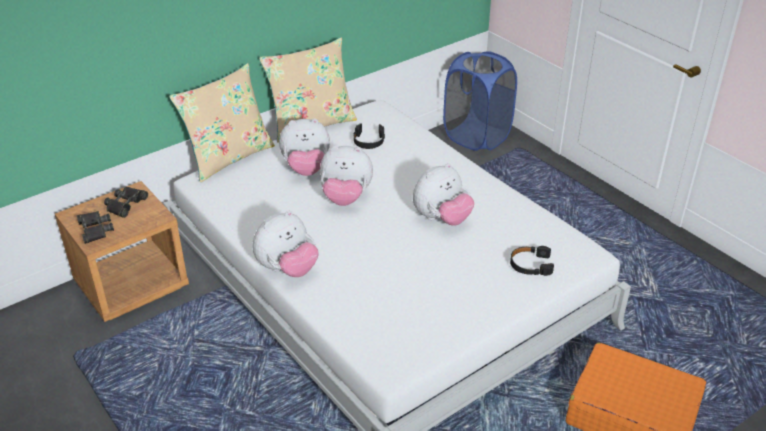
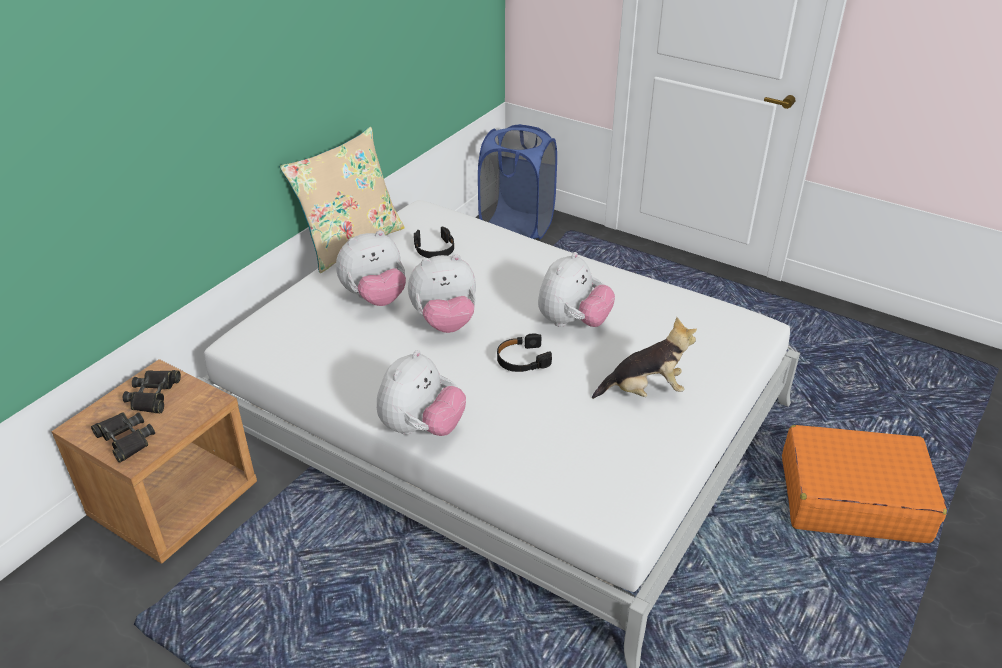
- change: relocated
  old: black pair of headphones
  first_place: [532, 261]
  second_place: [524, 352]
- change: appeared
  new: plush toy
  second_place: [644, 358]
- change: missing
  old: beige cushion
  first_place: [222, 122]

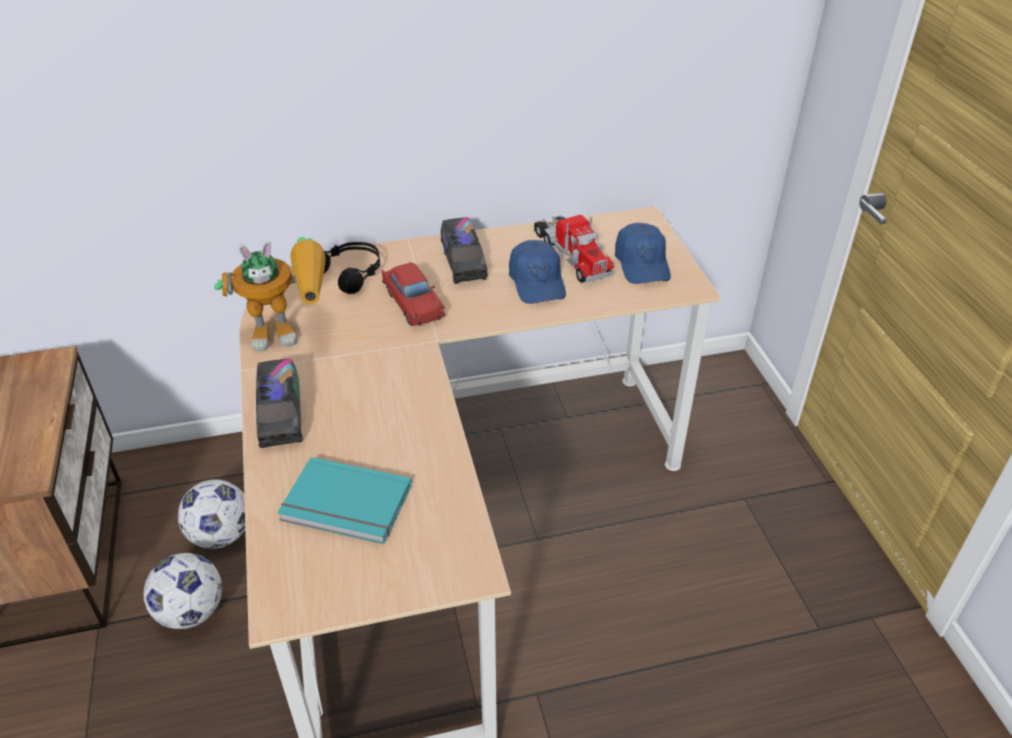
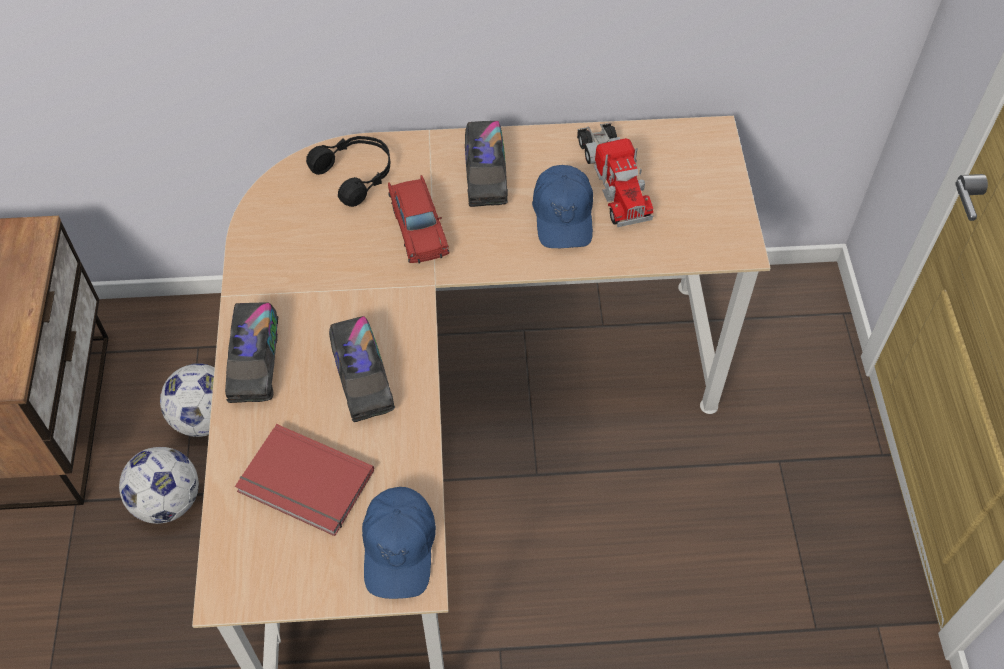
- change: colour
  old: turquoise bound book
  new: red bound book
  first_place: [344, 500]
  second_place: [304, 480]
- change: appeared
  new: toy truck
  second_place: [362, 369]
- change: relocated
  old: blue peaked cap
  first_place: [643, 253]
  second_place: [399, 543]
- change: missing
  old: robot figure
  first_place: [270, 294]

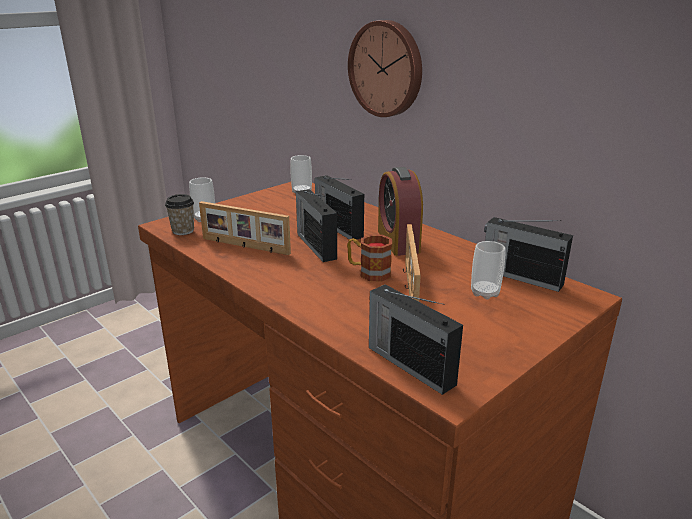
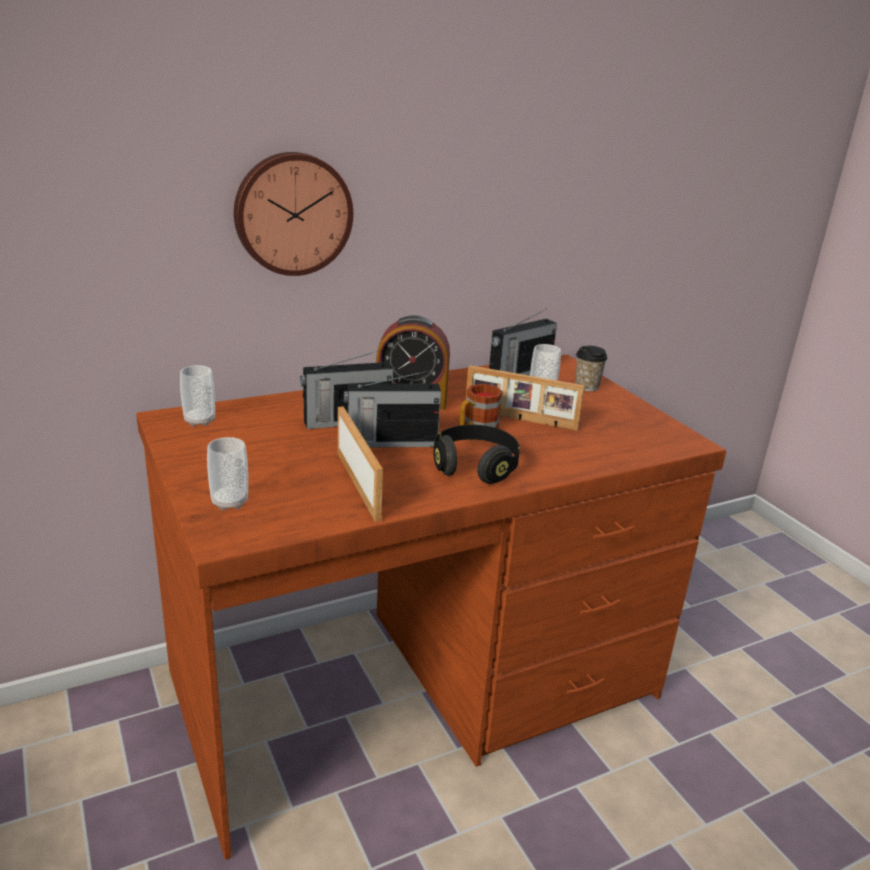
- change: spun
  old: picture frame
  first_place: [245, 228]
  second_place: [360, 464]
  degrees: -60
- change: appeared
  new: black pair of headphones
  second_place: [476, 454]
- change: relocated
  old: small cup
  first_place: [179, 214]
  second_place: [591, 368]
- change: missing
  old: radio
  first_place: [416, 340]

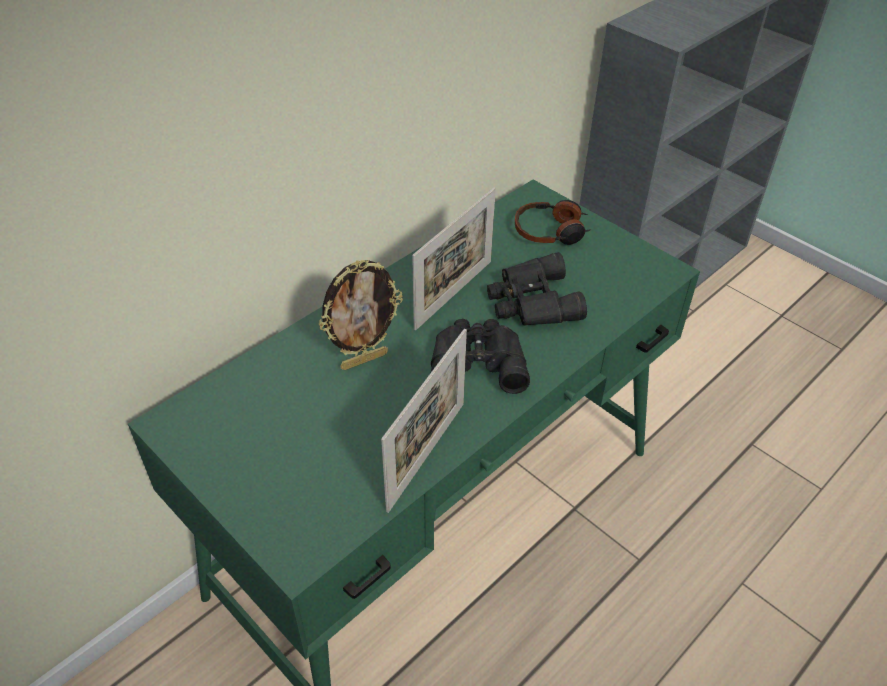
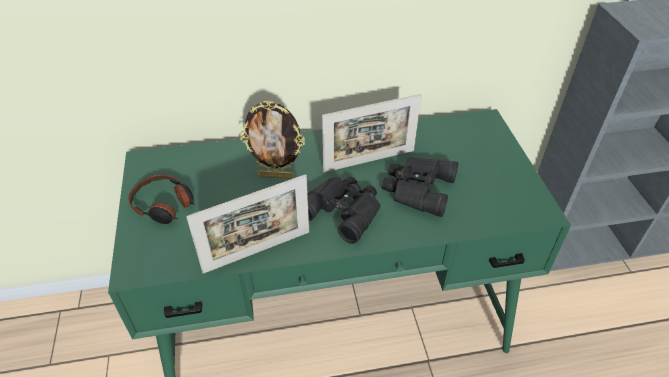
- change: relocated
  old: pair of headphones
  first_place: [553, 222]
  second_place: [161, 199]

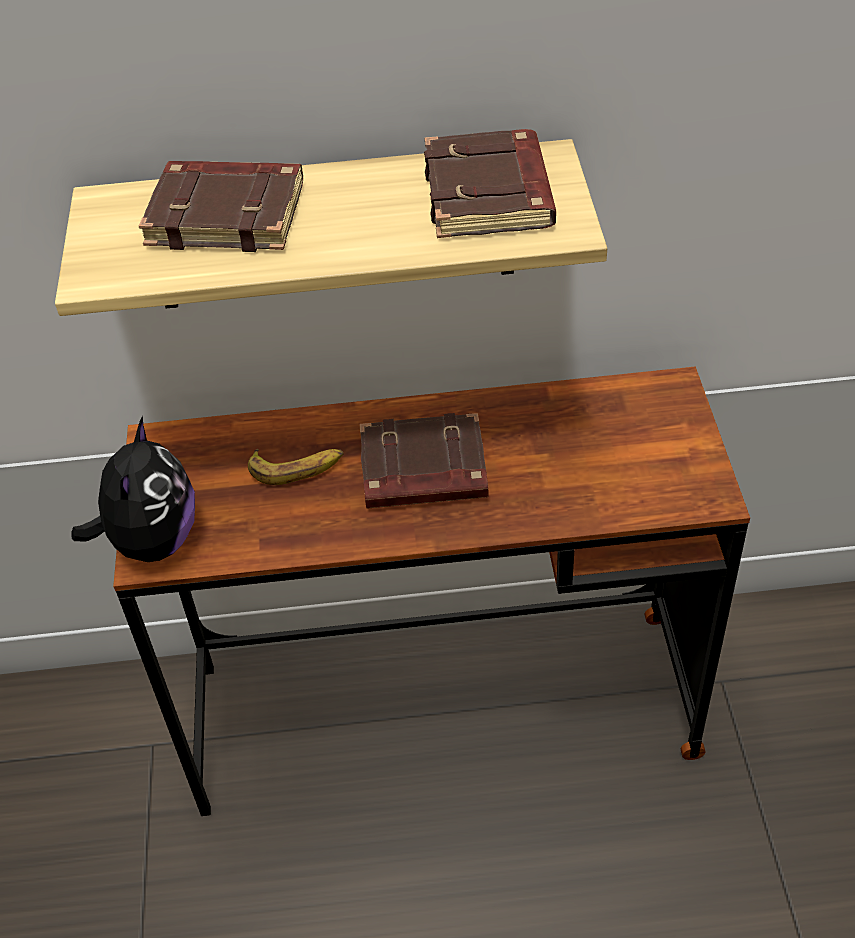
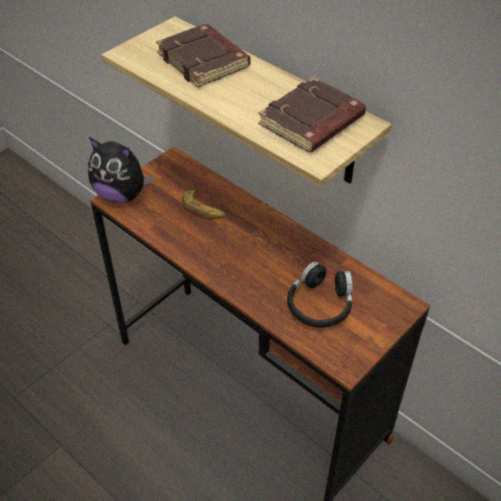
- change: spun
  old: plush toy
  first_place: [133, 489]
  second_place: [121, 170]
  degrees: 60
- change: appeared
  new: black pair of headphones
  second_place: [319, 295]
- change: missing
  old: brownish bound book
  first_place: [424, 460]

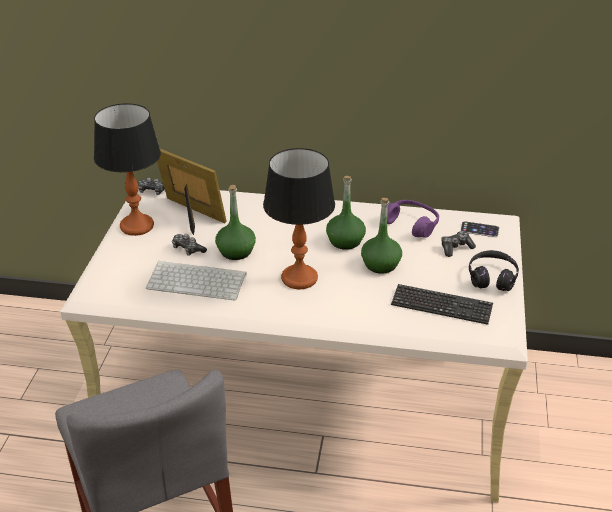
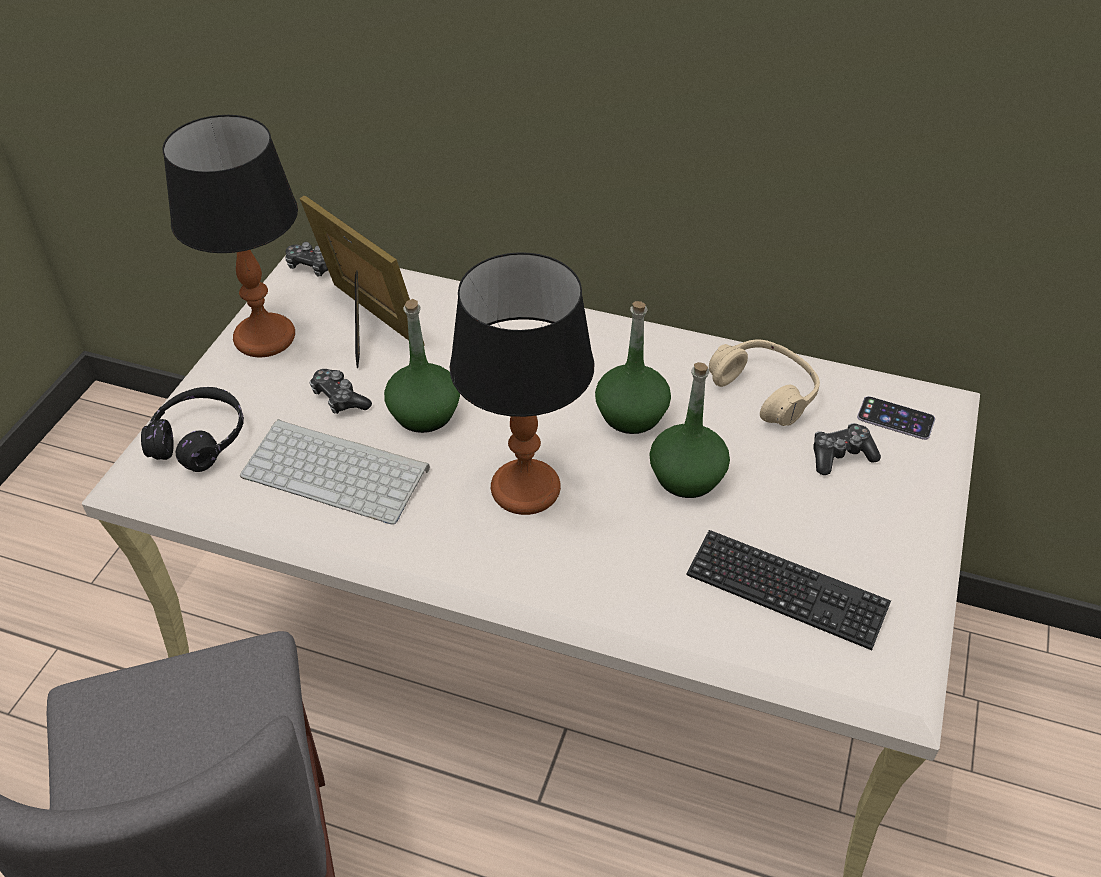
- change: relocated
  old: black pair of headphones
  first_place: [494, 270]
  second_place: [192, 429]
- change: colour
  old: purple pair of headphones
  new: beige pair of headphones
  first_place: [413, 219]
  second_place: [764, 382]

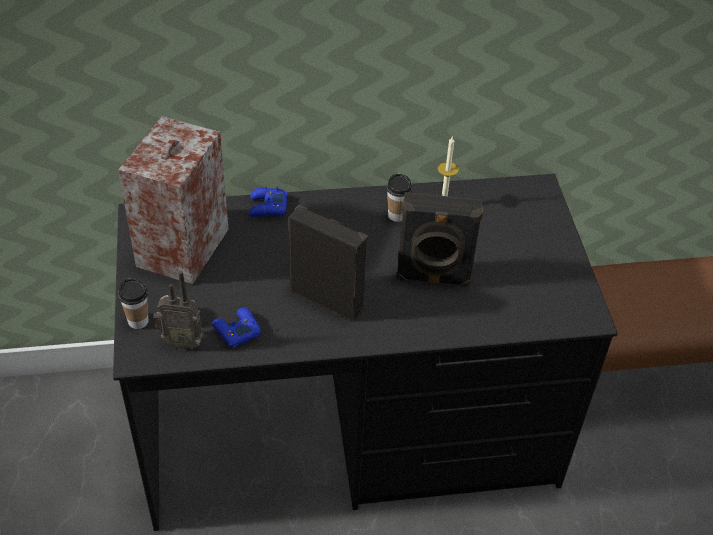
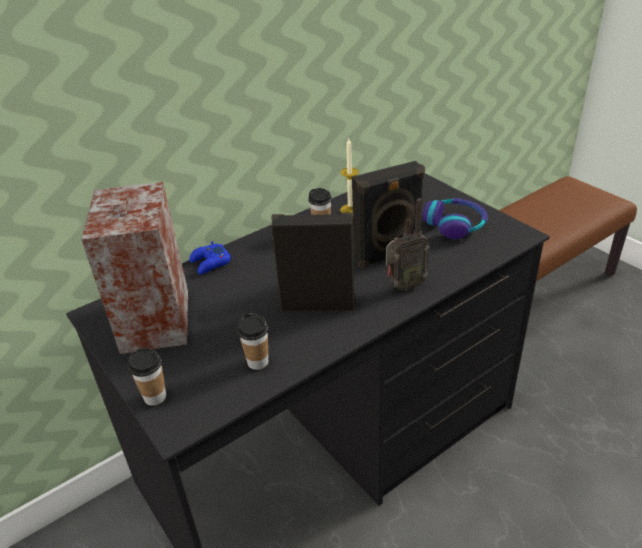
- change: exchanged
  old: blue gamepad
  new: small cup
  first_place: [236, 327]
  second_place: [253, 341]
- change: relocated
  old: radio
  first_place: [178, 310]
  second_place: [407, 244]
- change: appeared
  new: pair of headphones
  second_place: [455, 218]

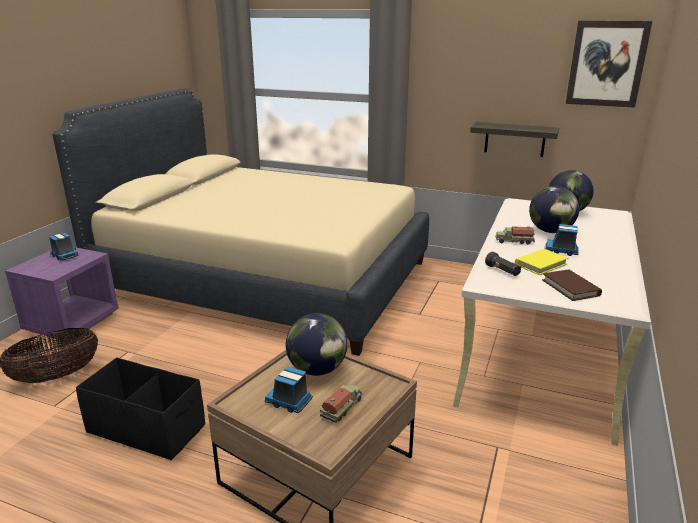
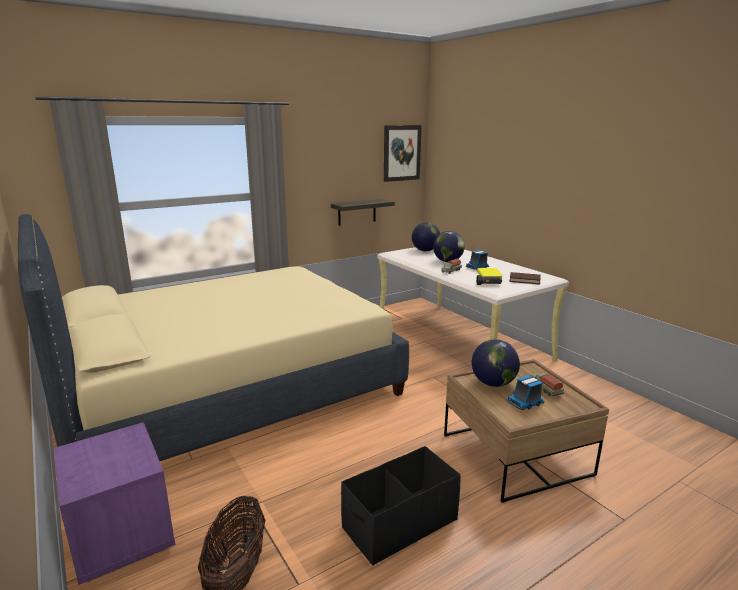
- change: missing
  old: toy truck
  first_place: [64, 247]

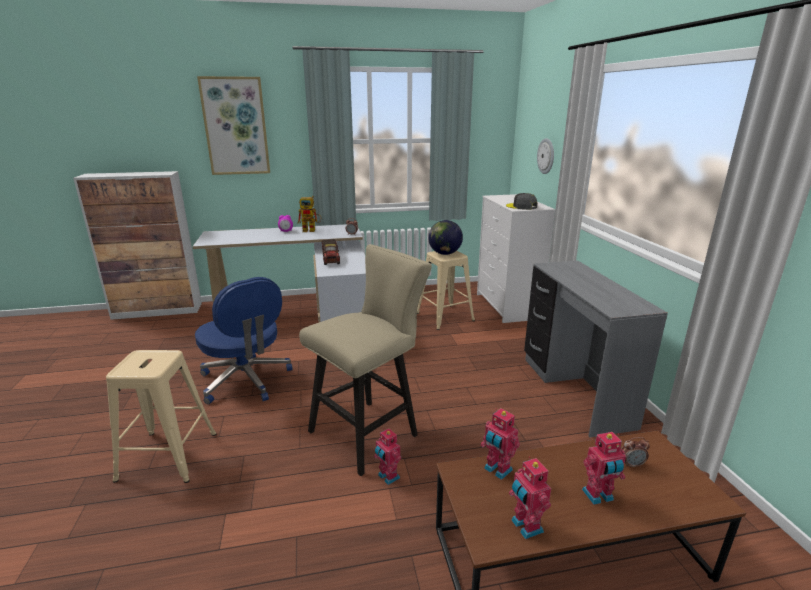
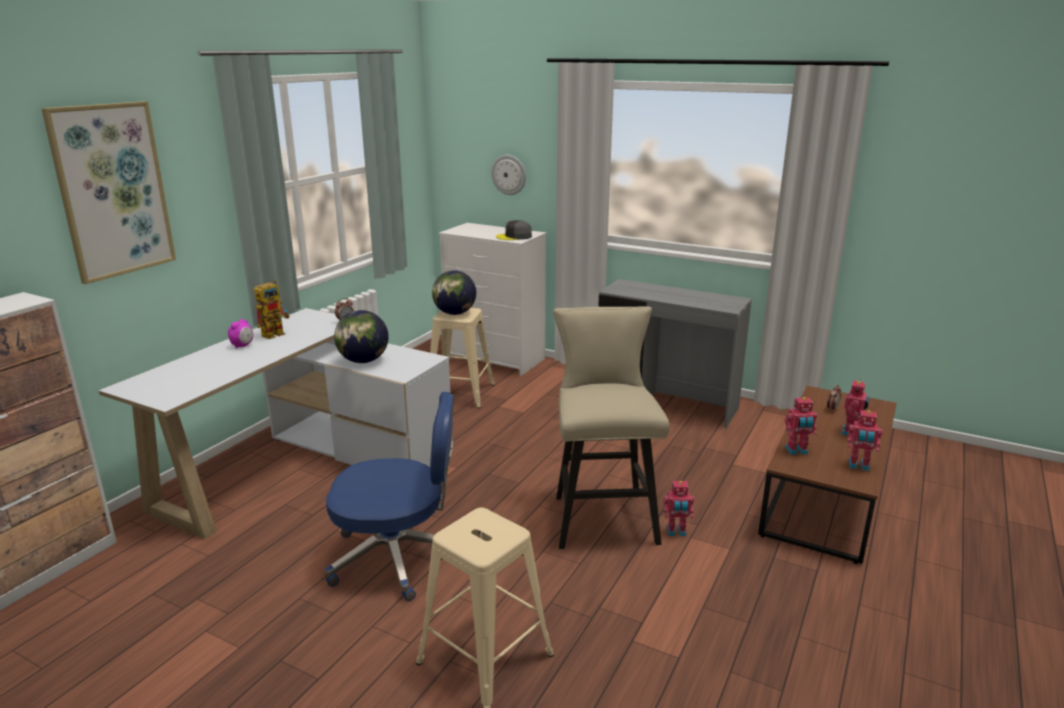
- change: exchanged
  old: toy truck
  new: desk globe
  first_place: [331, 252]
  second_place: [361, 336]

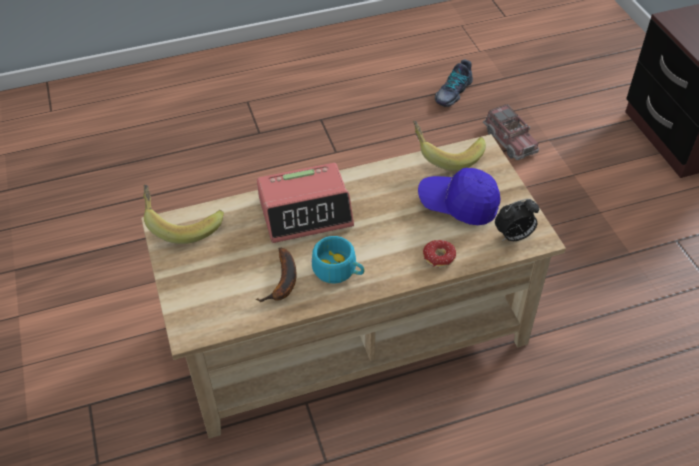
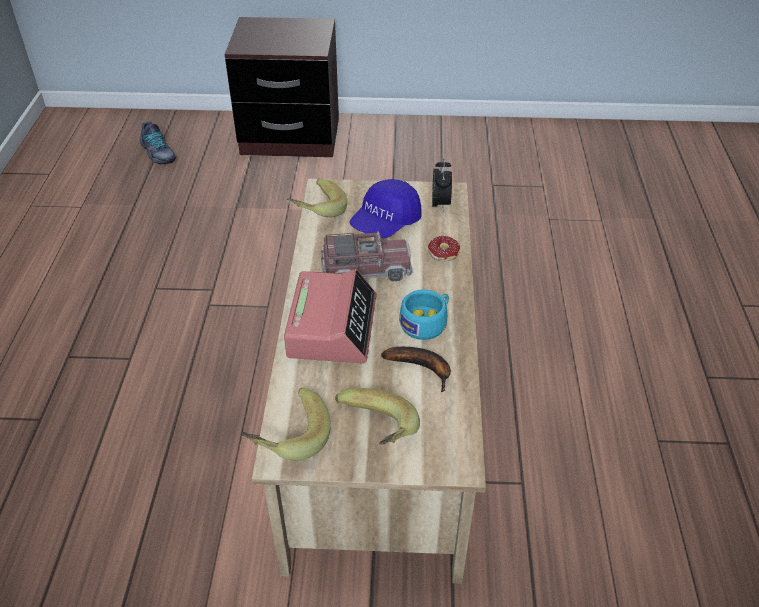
- change: relocated
  old: shoe
  first_place: [454, 83]
  second_place: [158, 143]
- change: relocated
  old: toy truck
  first_place: [511, 132]
  second_place: [366, 256]
- change: appeared
  new: banana
  second_place: [377, 416]

